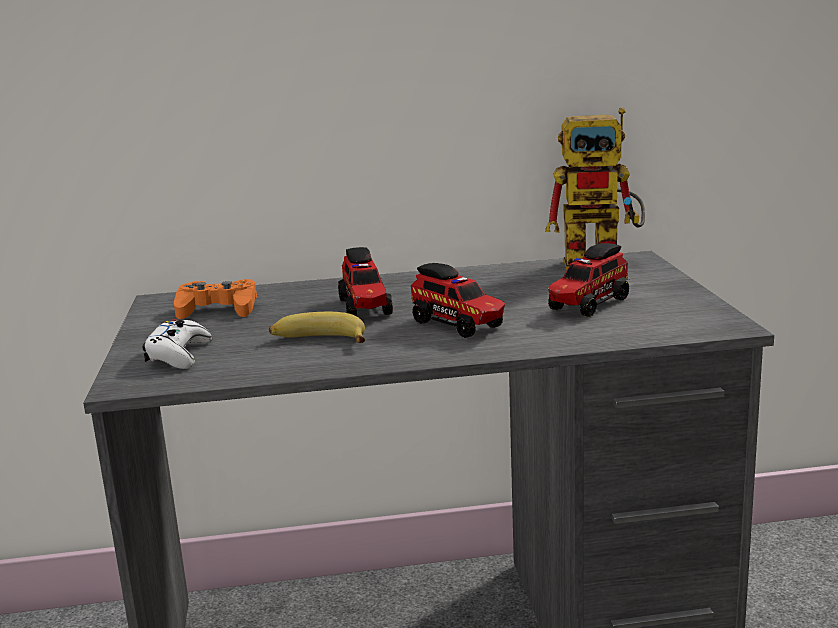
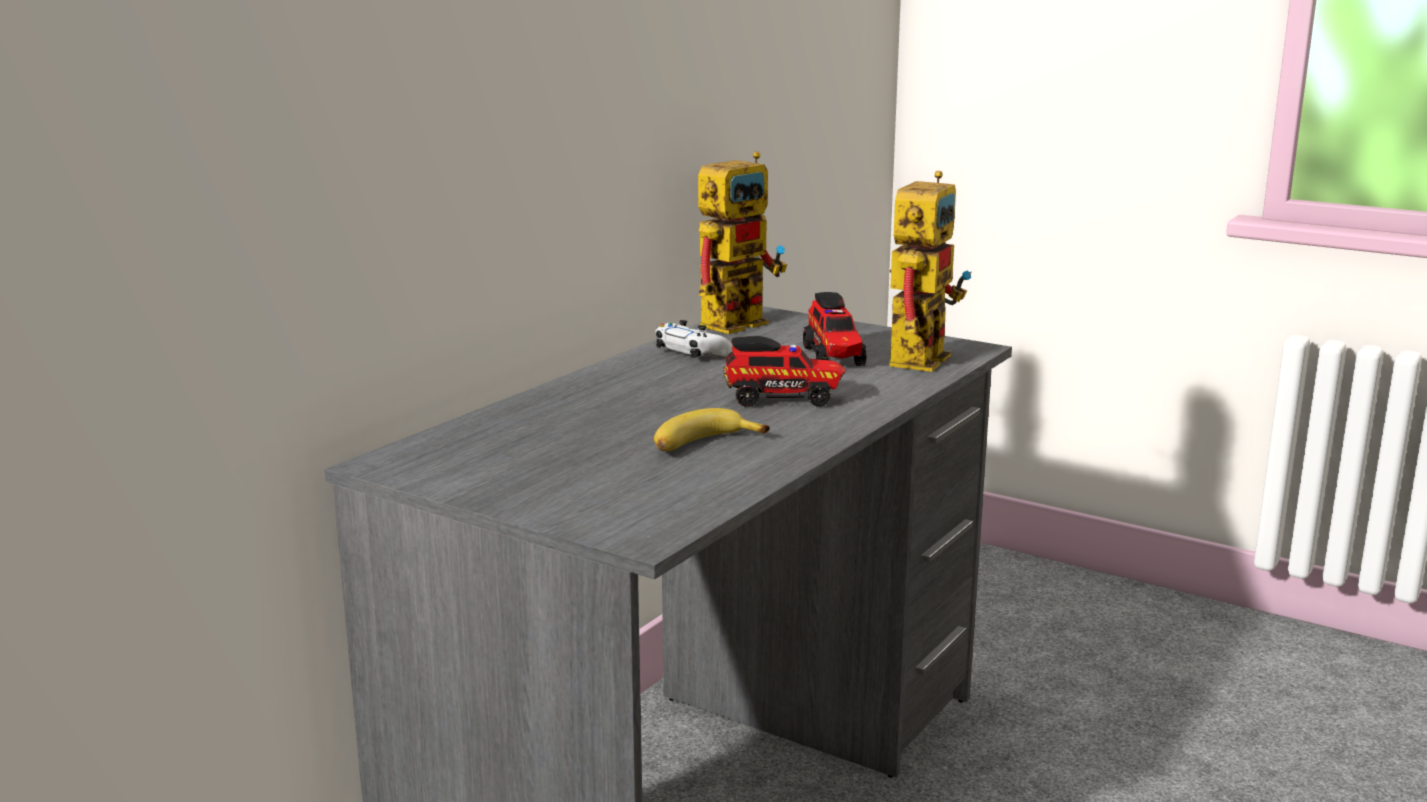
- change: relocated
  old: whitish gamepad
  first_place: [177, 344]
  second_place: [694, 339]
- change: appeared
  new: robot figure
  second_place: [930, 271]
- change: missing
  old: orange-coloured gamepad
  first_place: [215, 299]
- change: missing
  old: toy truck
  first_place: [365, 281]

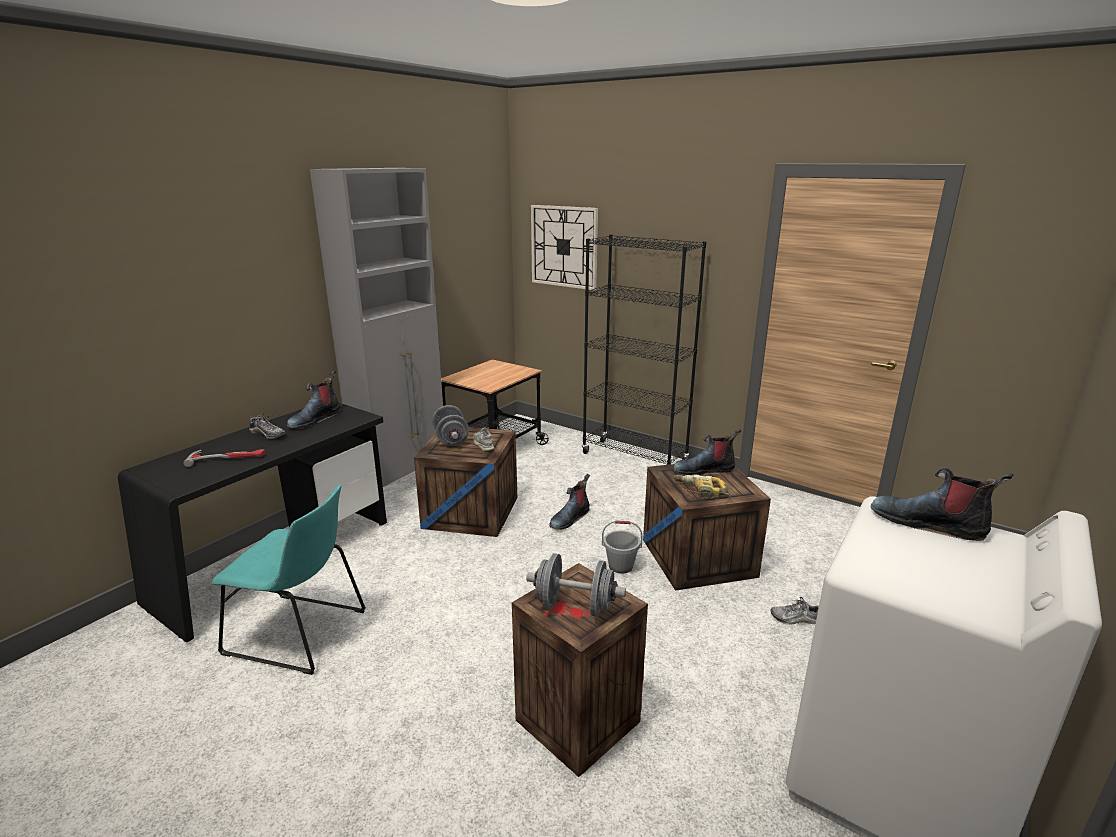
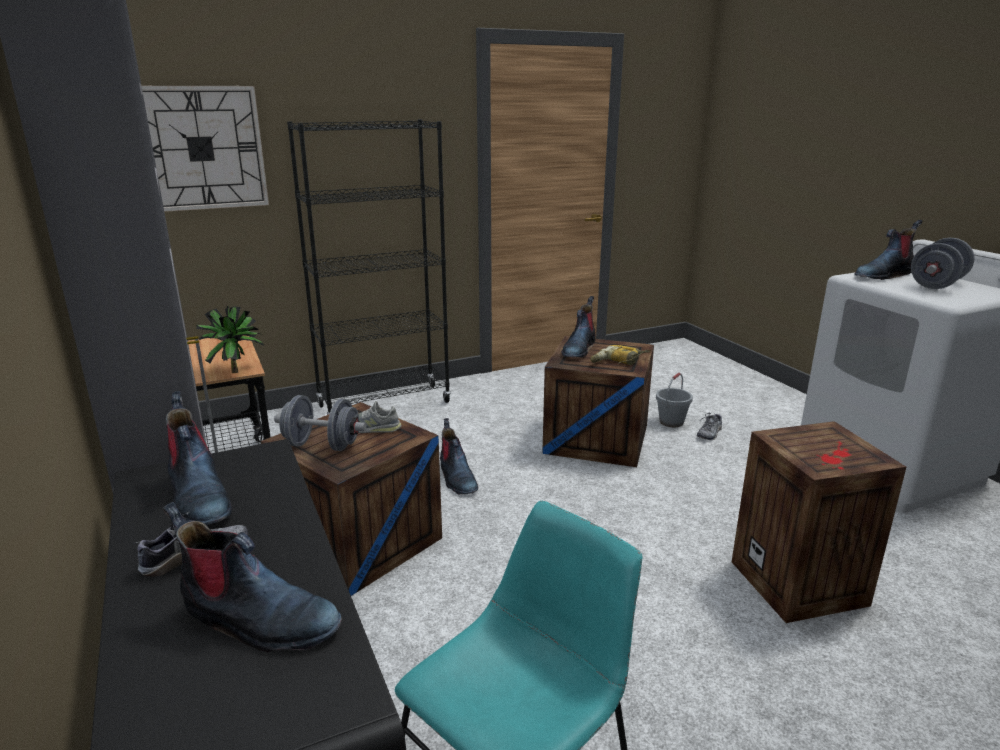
- change: exchanged
  old: tool hammer
  new: boot
  first_place: [224, 458]
  second_place: [252, 577]
- change: appeared
  new: potted plant
  second_place: [230, 339]
- change: relocated
  old: grey pail
  first_place: [622, 547]
  second_place: [674, 400]
- change: relocated
  old: grey hand weight
  first_place: [576, 585]
  second_place: [943, 263]

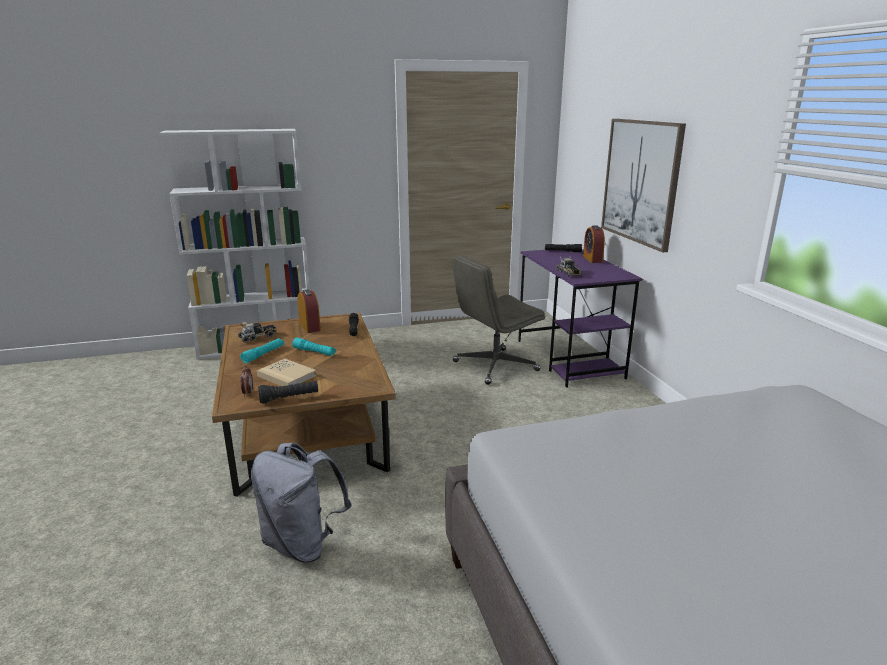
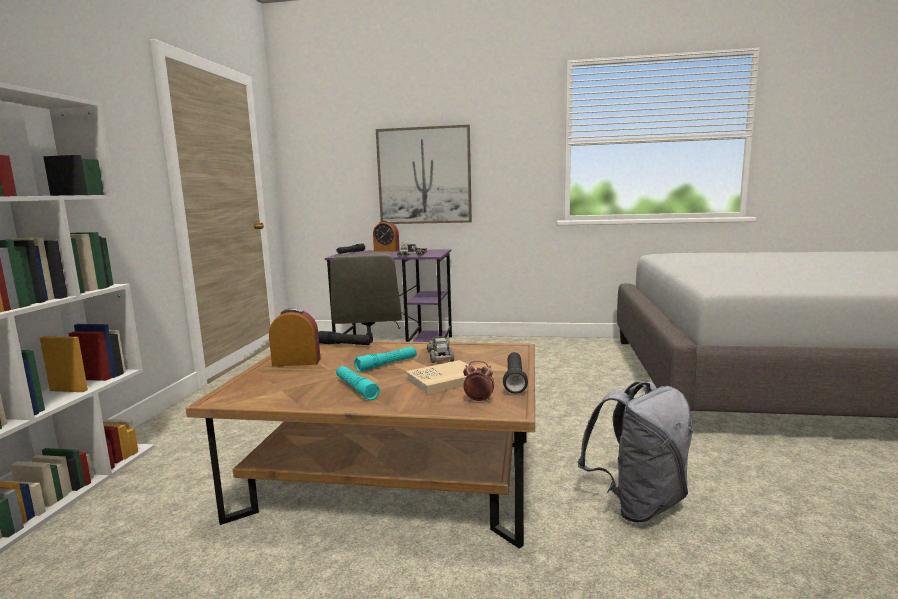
- change: relocated
  old: toy truck
  first_place: [257, 332]
  second_place: [440, 349]

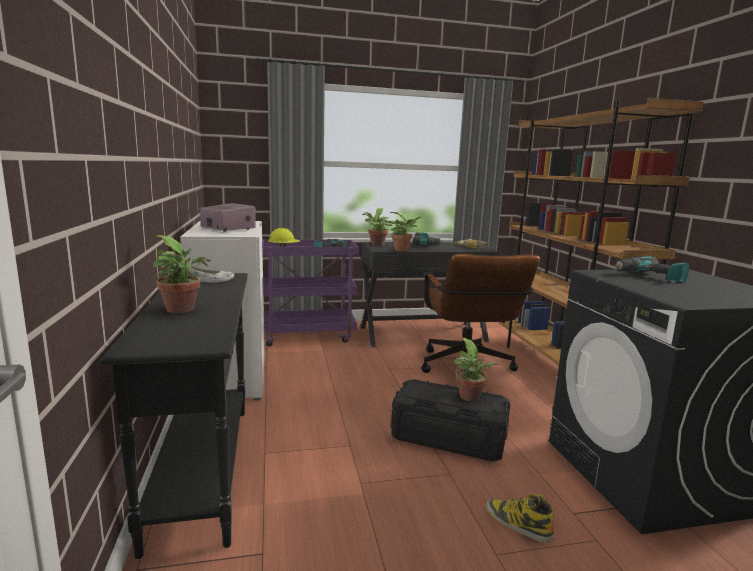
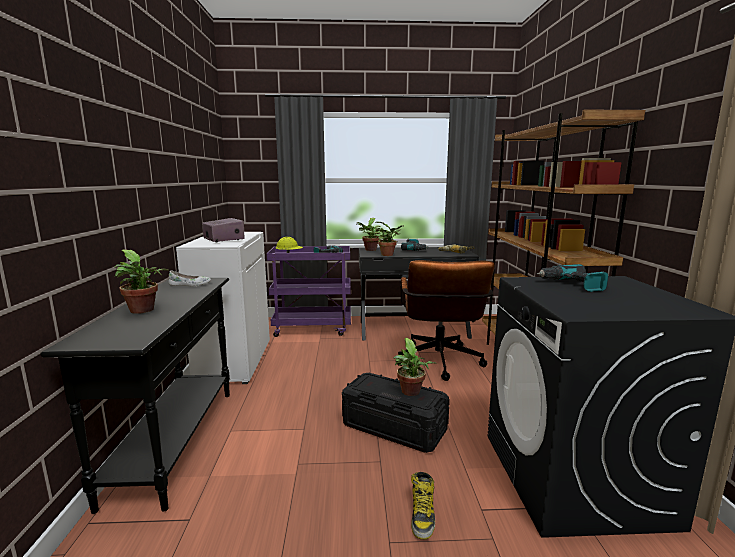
- change: spun
  old: boot
  first_place: [520, 518]
  second_place: [423, 506]
  degrees: -135

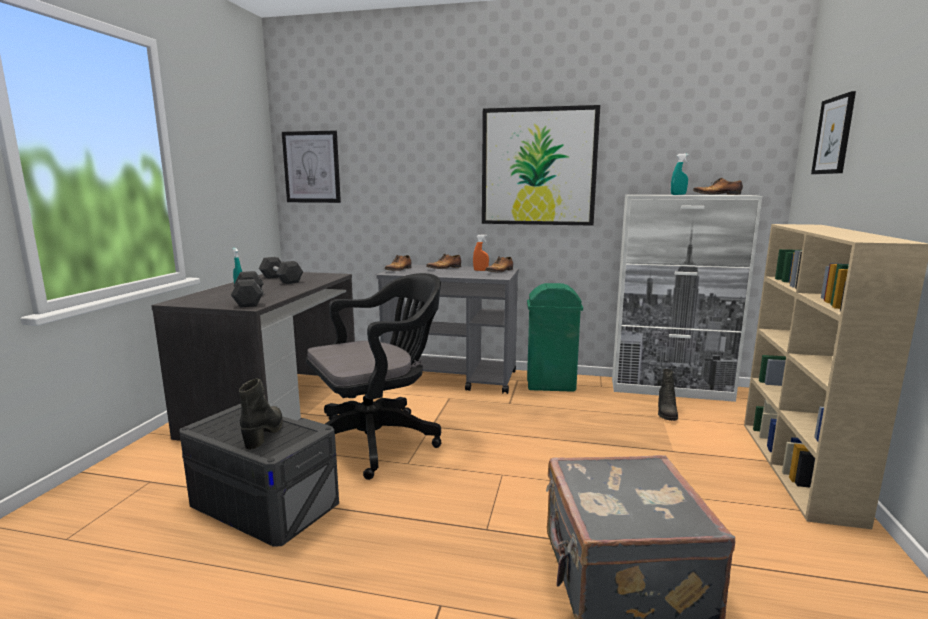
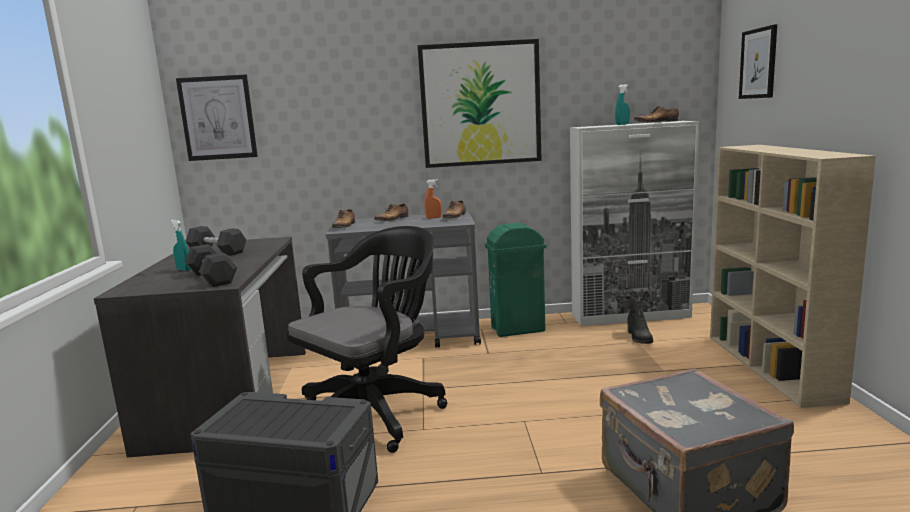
- change: missing
  old: black boot
  first_place: [261, 414]

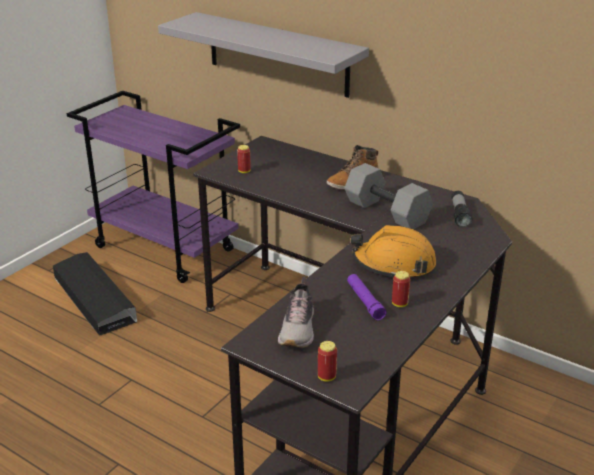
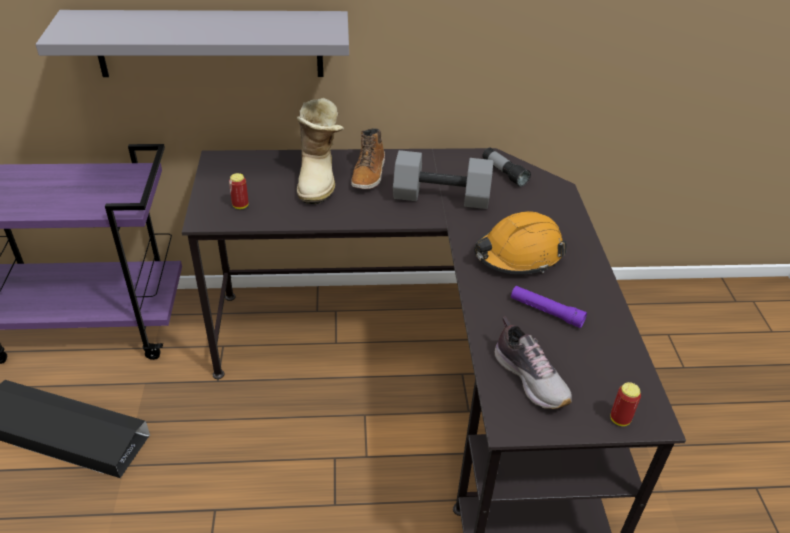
- change: appeared
  new: boot
  second_place: [320, 151]
- change: missing
  old: can
  first_place: [401, 289]

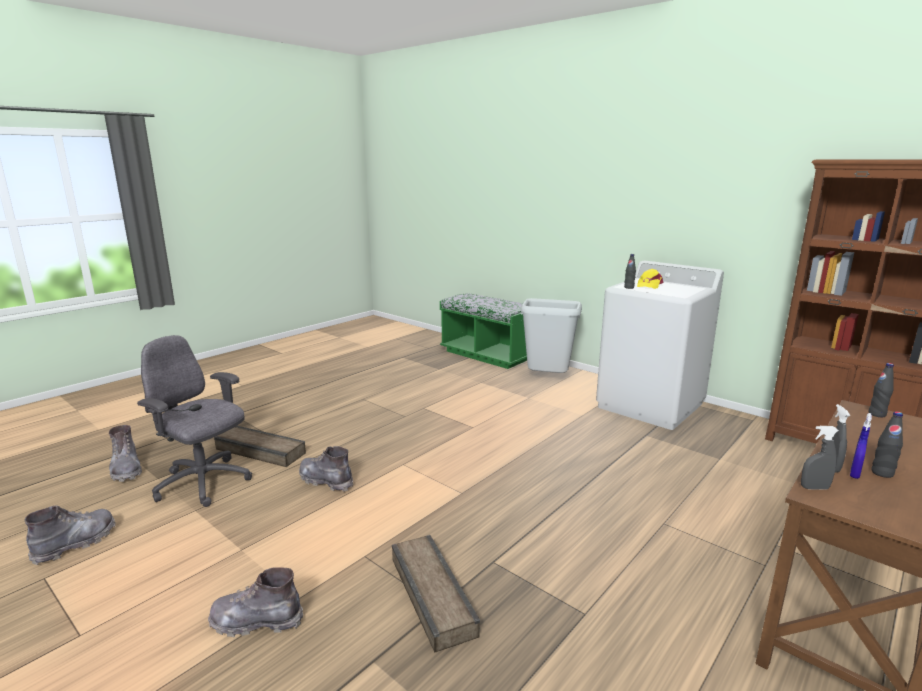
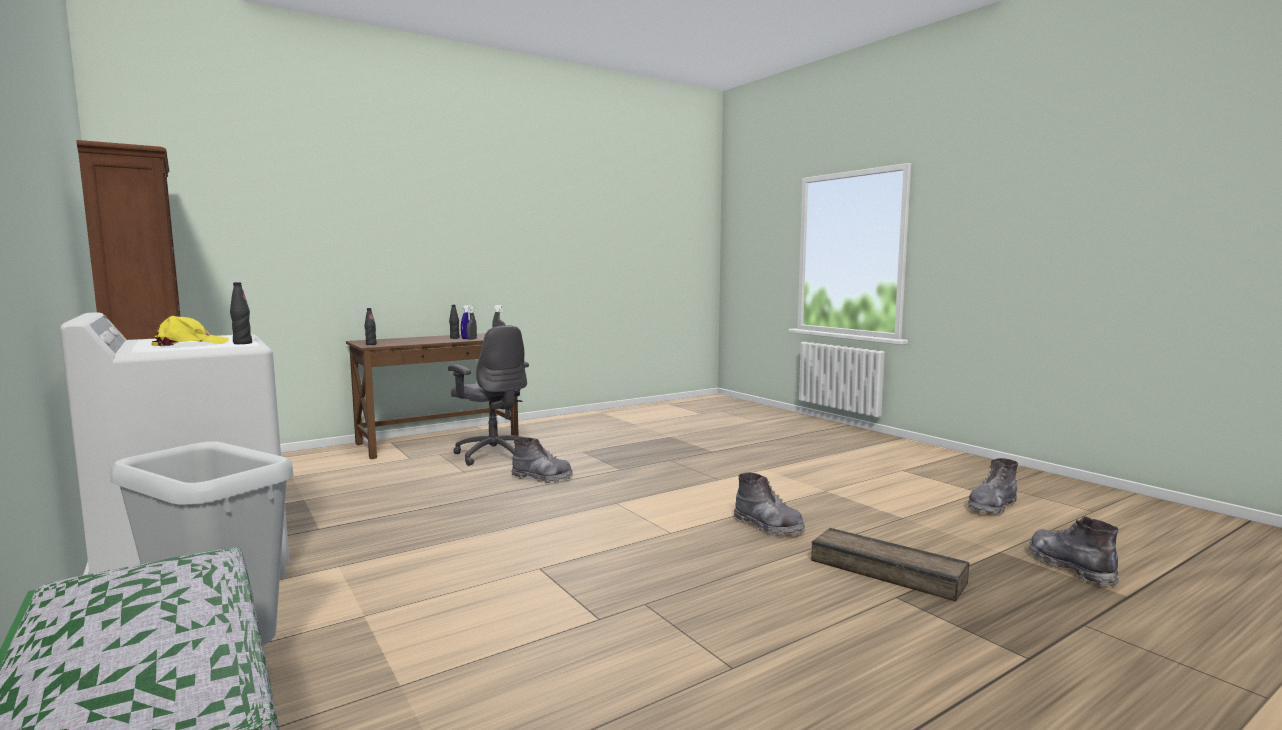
- change: relocated
  old: grey desk chair
  first_place: [194, 421]
  second_place: [488, 395]
- change: relocated
  old: grey boot
  first_place: [255, 602]
  second_place: [542, 460]
- change: missing
  old: crate
  first_place: [436, 593]

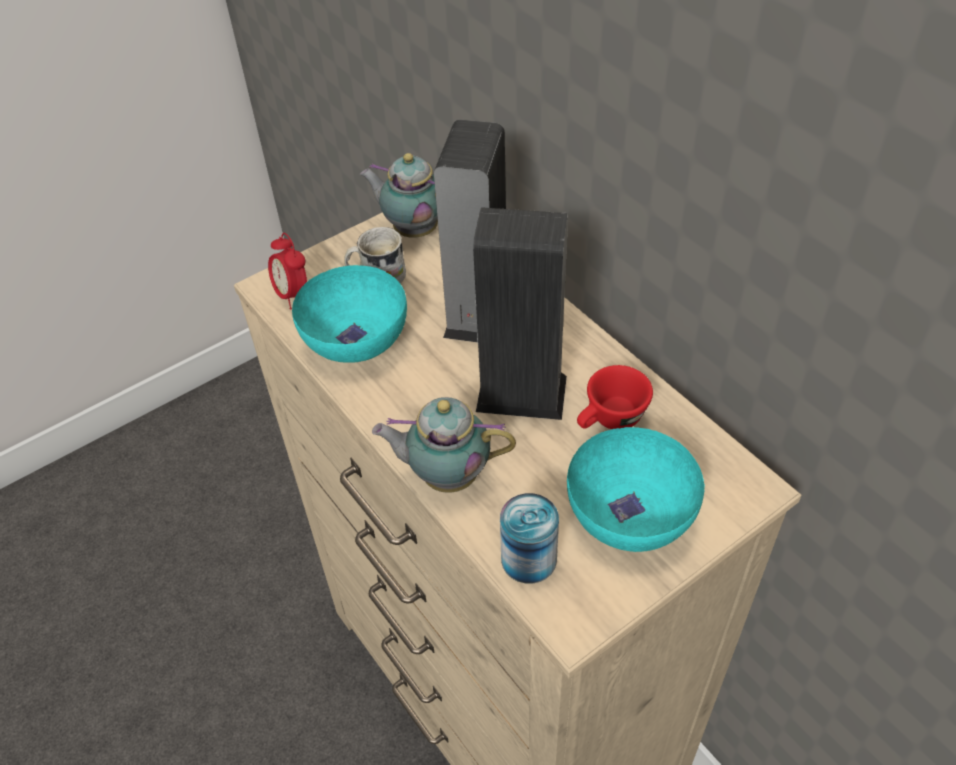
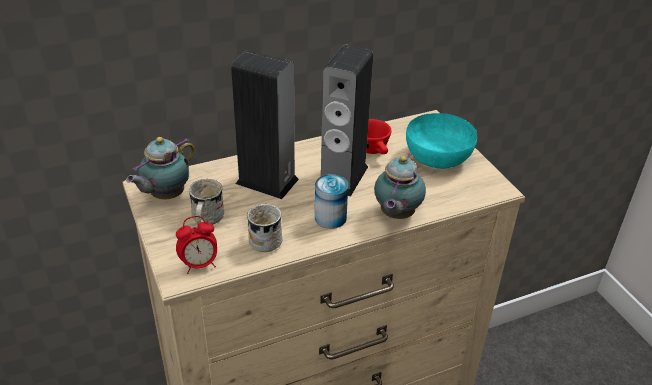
- change: exchanged
  old: turquoise bowl
  new: whitish mug
  first_place: [349, 314]
  second_place: [264, 228]
- change: relocated
  old: can
  first_place: [529, 538]
  second_place: [331, 201]

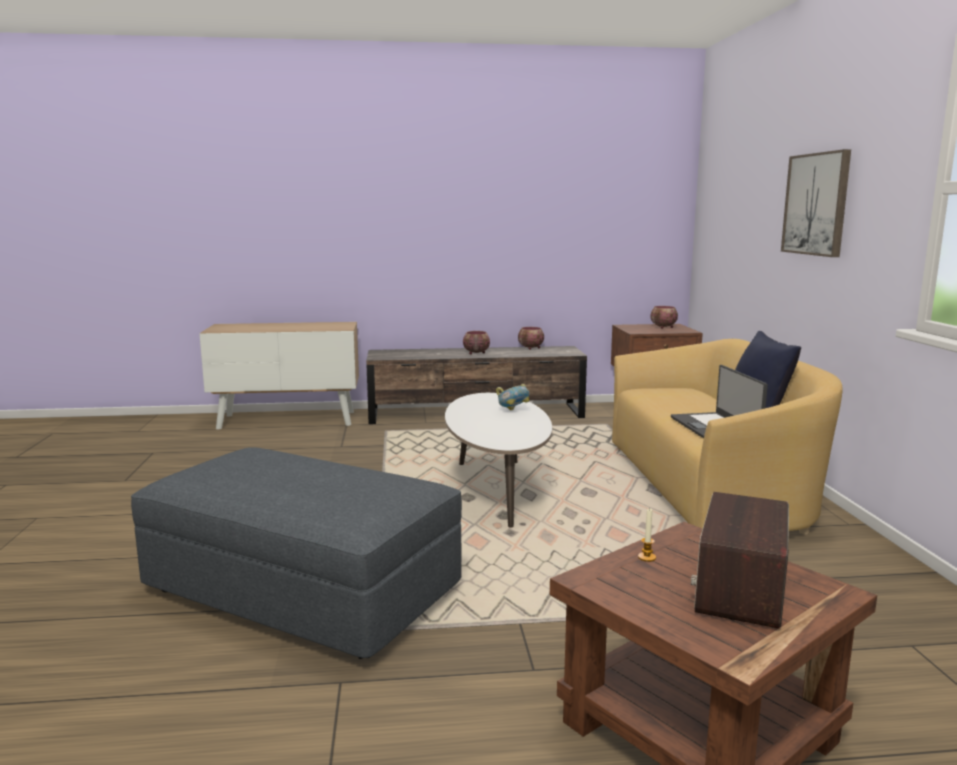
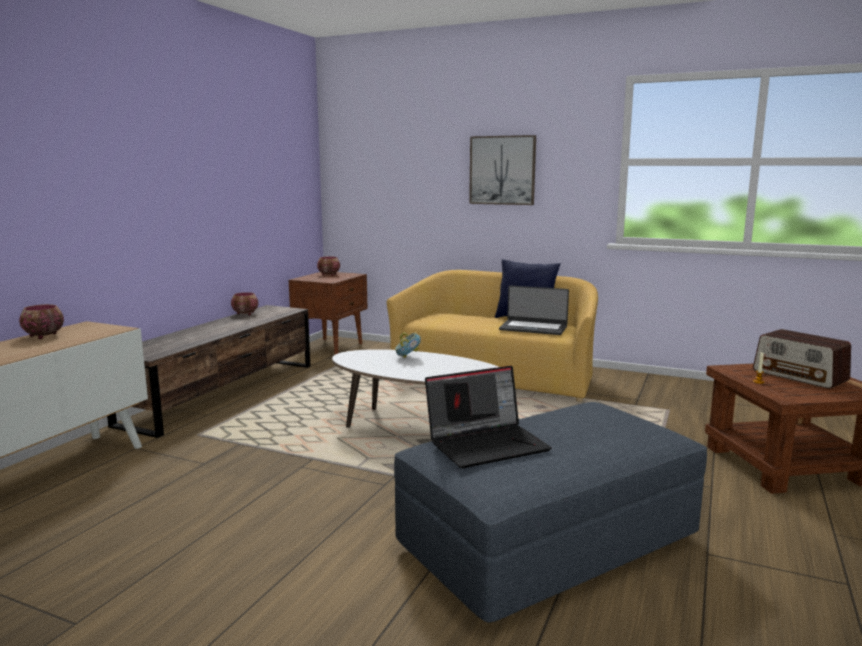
- change: relocated
  old: bowl
  first_place: [476, 342]
  second_place: [41, 321]
- change: appeared
  new: notebook computer
  second_place: [488, 417]

